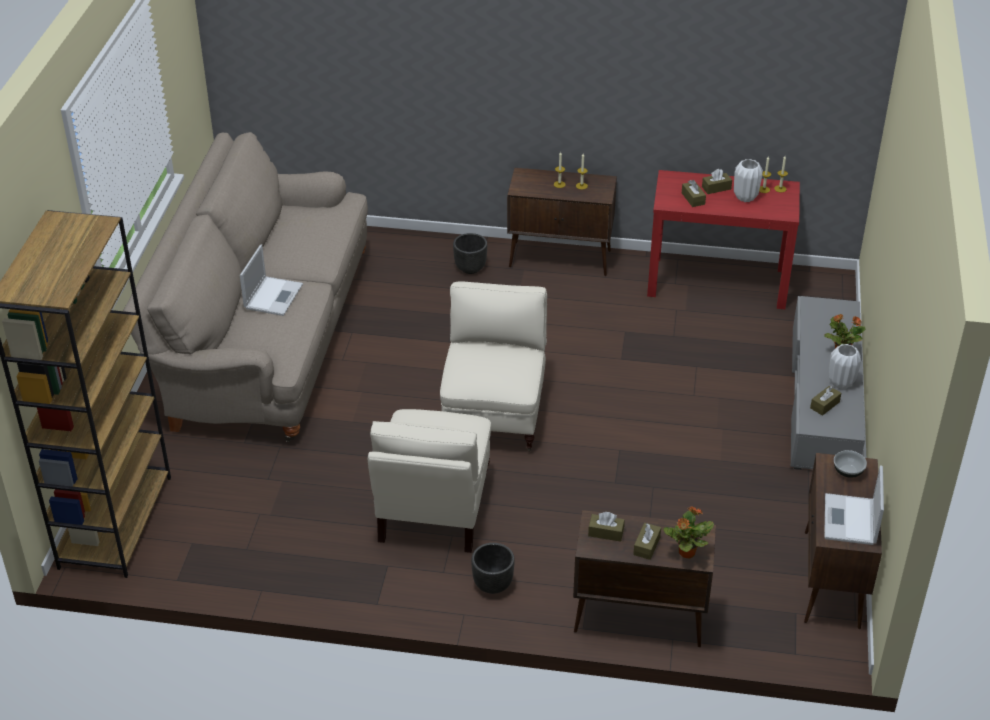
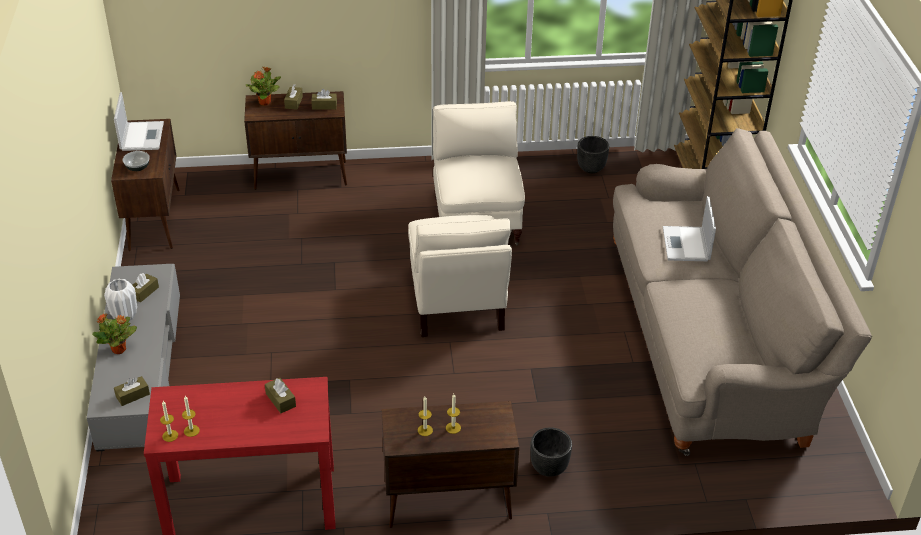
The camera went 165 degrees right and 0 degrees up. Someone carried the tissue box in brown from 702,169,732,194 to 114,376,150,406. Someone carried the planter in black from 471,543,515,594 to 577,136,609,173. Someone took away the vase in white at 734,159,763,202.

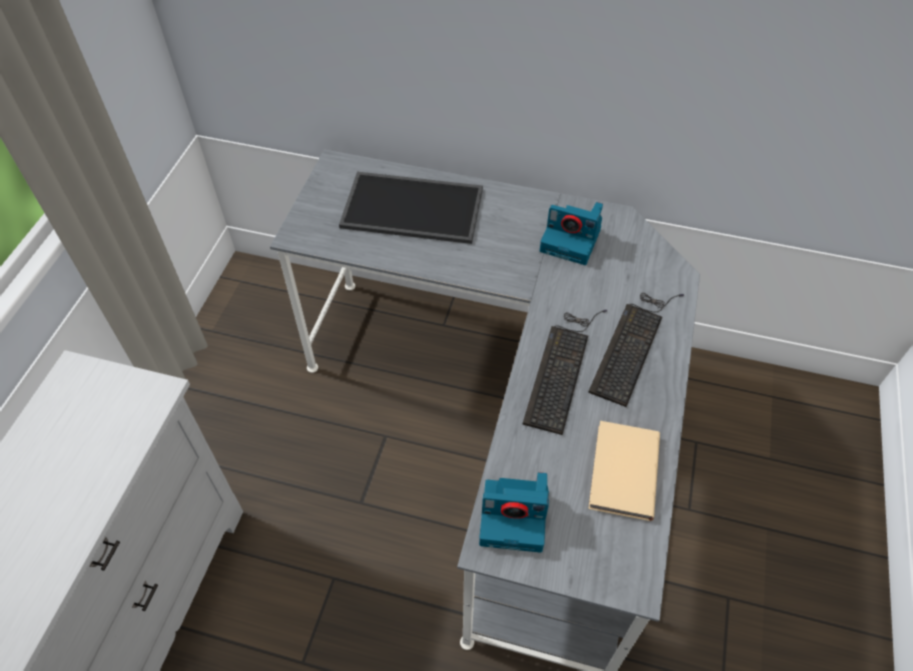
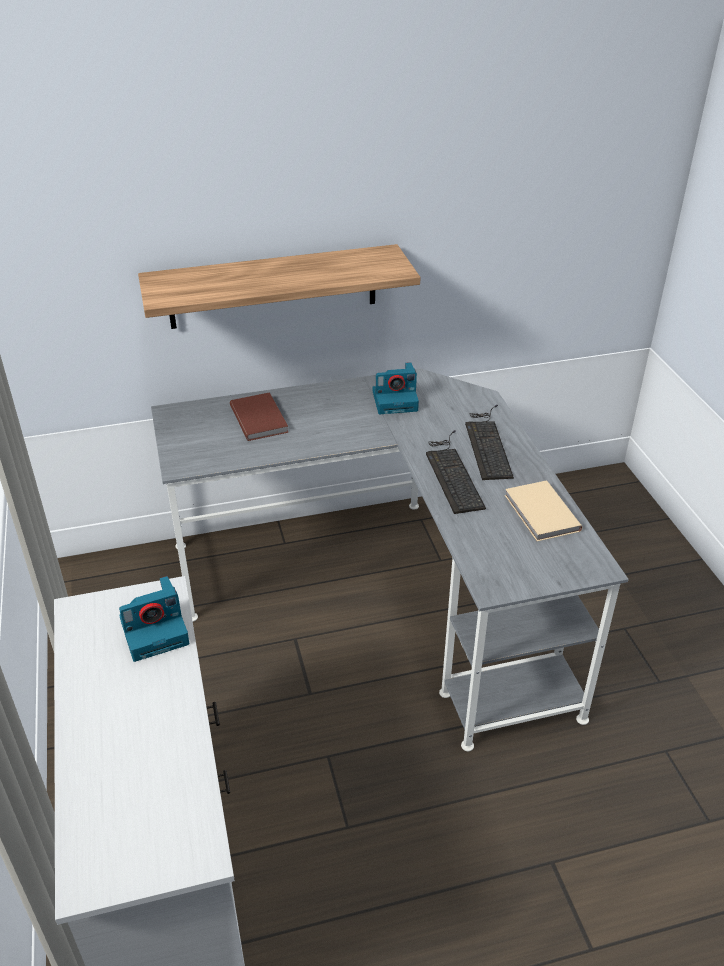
The camera went 30 degrees left and 15 degrees down. Someone carried the photo camera from 479,472,549,553 to 119,576,189,662. Someone put up the shelf at 138,244,421,329. Someone swapped the tray at 339,172,483,244 for the book in brown at 230,392,289,441.

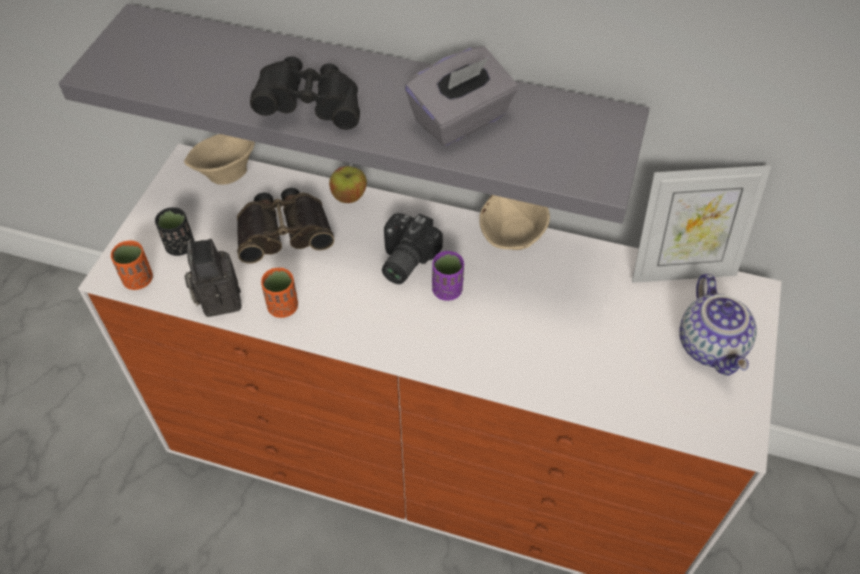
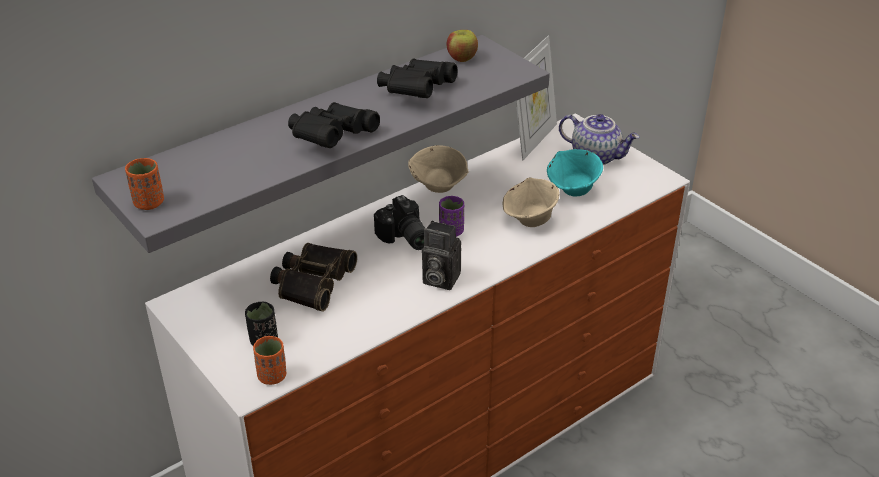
The camera went 55 degrees left and 15 degrees down. Someone carried the cup in orange from 261,268,298,318 to 125,158,164,210. Someone swapped the tissue box in grey at 405,46,518,146 for the binoculars in black at 377,59,457,98. Someone carried the photo camera from 185,239,242,317 to 422,221,461,290. Someone carried the apple from 329,166,367,203 to 446,30,478,62. Someone carried the bowl in beige from 184,134,255,185 to 503,177,560,227. Someone put down the bowl in turquoise at 547,149,603,197.

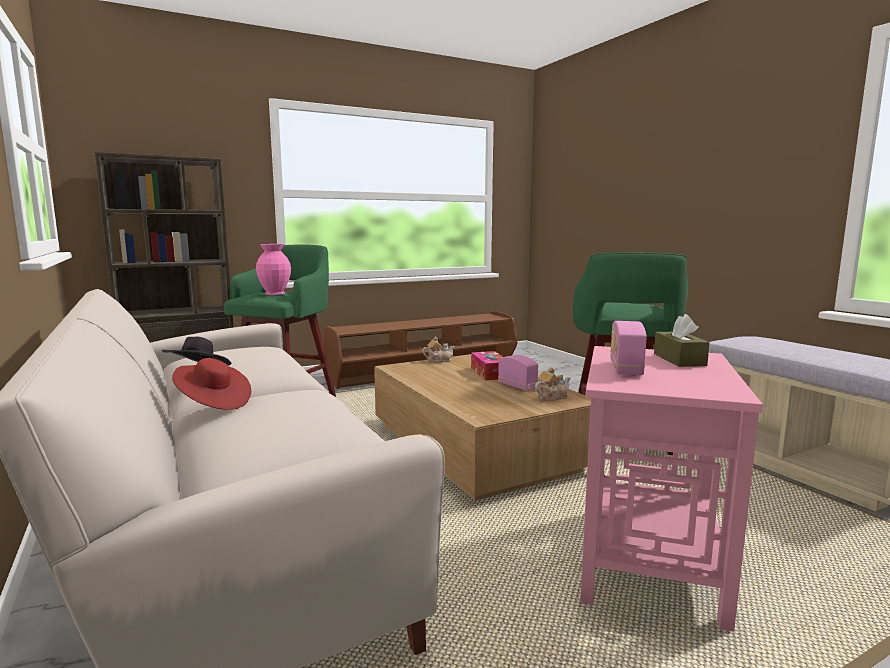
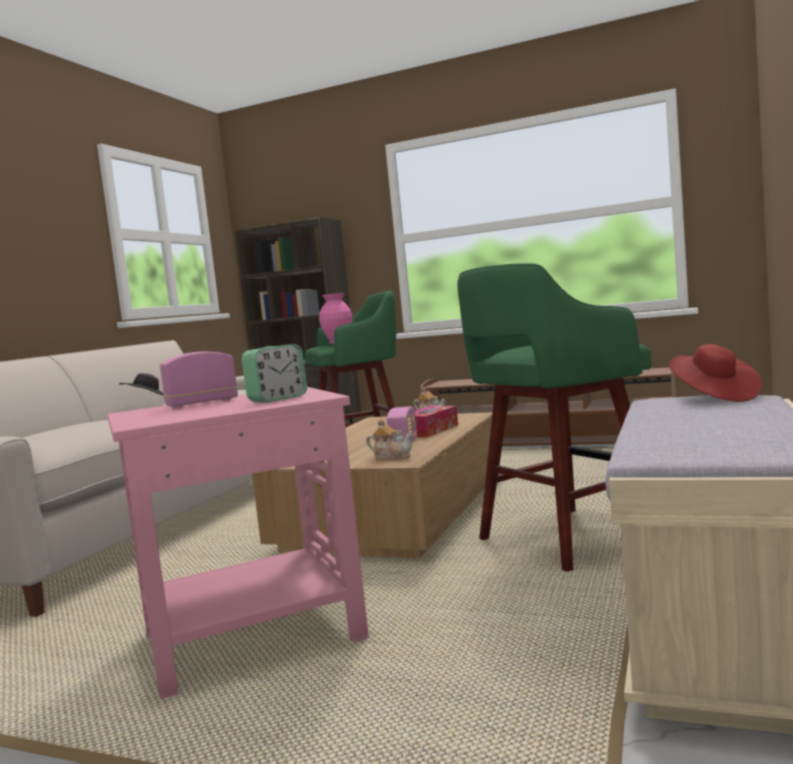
The camera went 50 degrees right and 5 degrees down. Someone swapped the tissue box in brown at 654,314,710,367 for the alarm clock at 241,344,307,403. Someone carried the hat in red from 172,358,251,410 to 669,344,762,402.

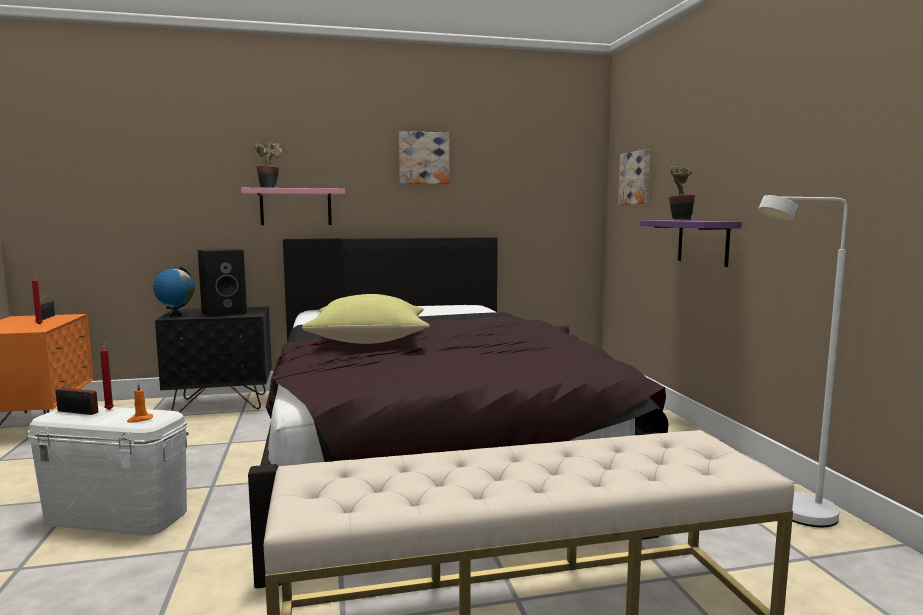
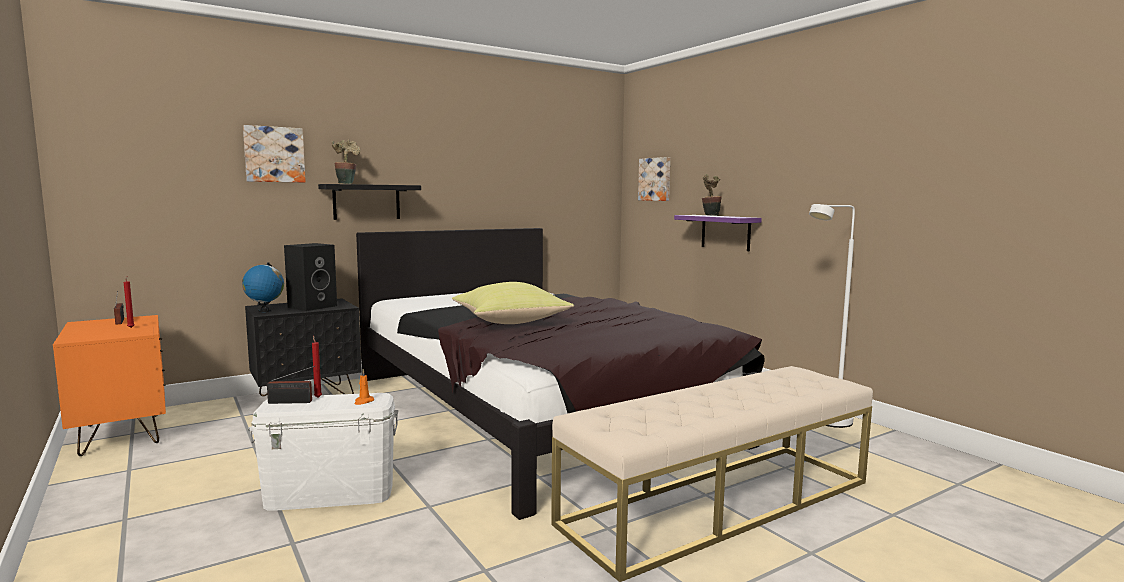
The camera went 20 degrees left and 0 degrees up. Someone carried the picture from 399,131,449,184 to 243,125,306,183. Someone repainted the shelf in pink at 241,188,345,225, which became the shelf in black at 318,184,421,220.

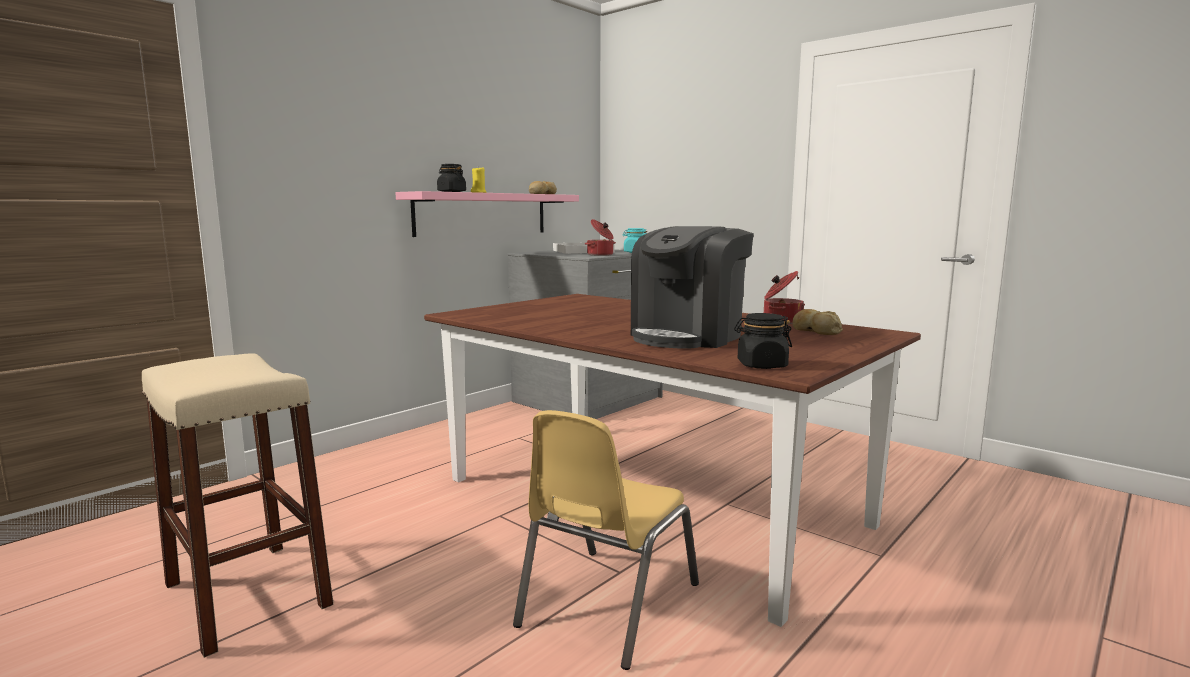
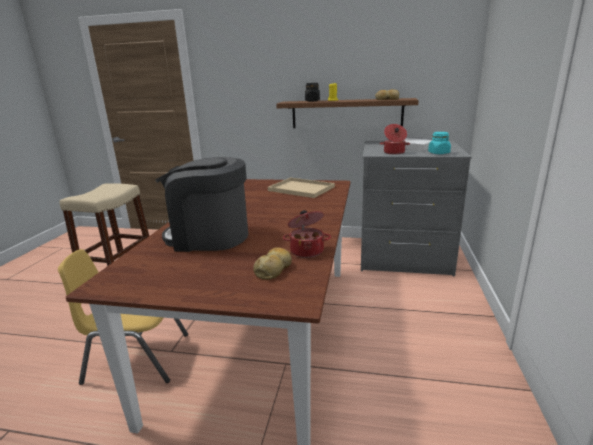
The camera went 60 degrees right and 10 degrees up. Someone put down the tray in beige at 268,178,335,198. Someone repainted the shelf in pink at 395,191,579,237, which became the shelf in brown at 276,98,419,128. Someone took away the jar in black at 734,313,792,369.

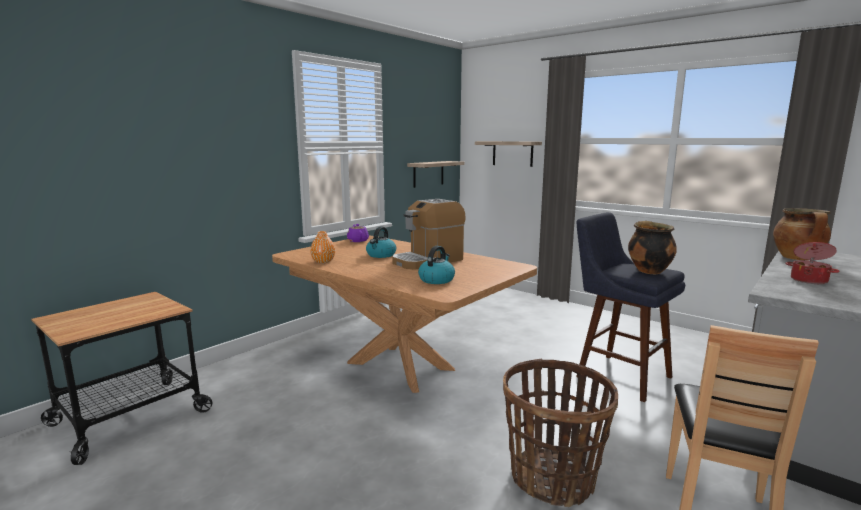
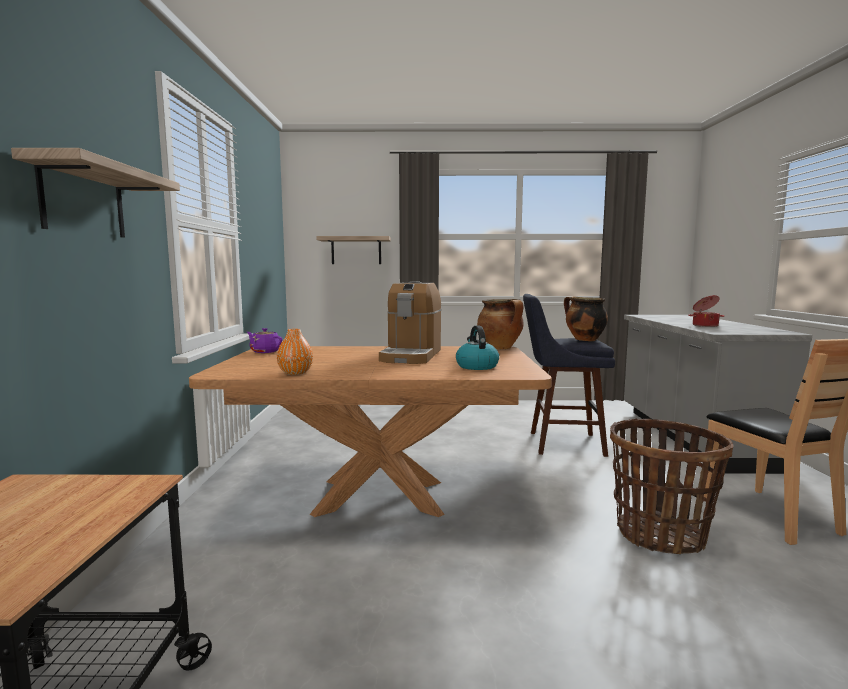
The camera went 40 degrees left and 5 degrees down. Someone carried the shelf from 407,161,464,188 to 11,148,180,238. Someone carried the cooking pot from 773,208,831,260 to 477,299,524,349. Someone took away the kettle at 366,227,396,258.

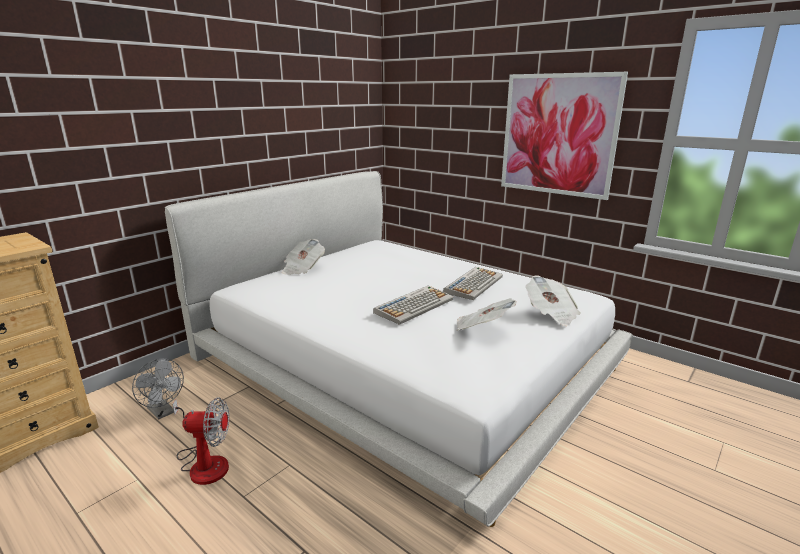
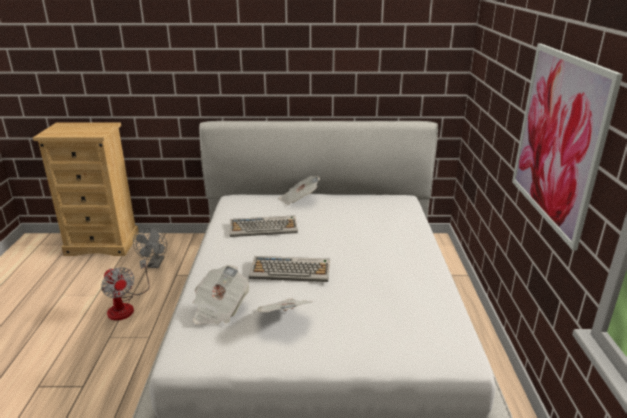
The camera went 50 degrees right and 5 degrees up. Someone carried the newspaper from 525,275,581,326 to 193,265,249,325. Someone carried the keyboard from 443,267,503,300 to 230,215,298,237.

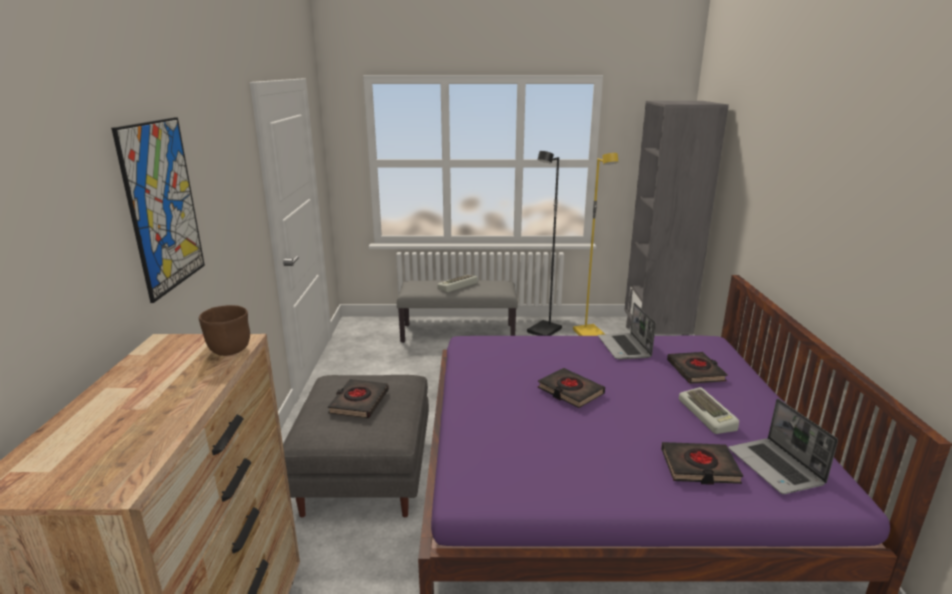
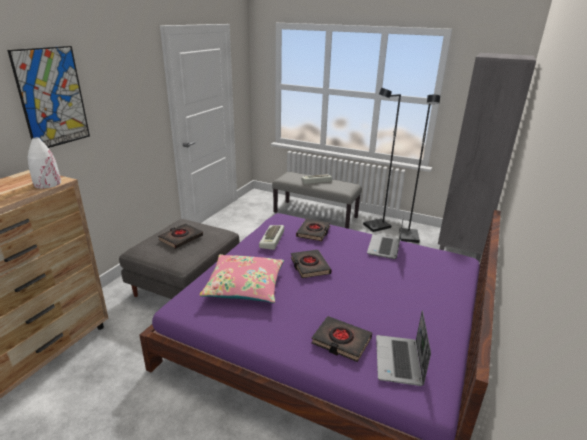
The camera went 25 degrees right and 5 degrees up. Someone swapped the bowl in brown at 199,305,250,356 for the vase in white at 28,137,61,189. Someone put down the pillow in pink at 199,254,284,303. Someone carried the keyboard from 679,387,739,434 to 259,225,284,250. Someone carried the book in black from 667,352,728,384 to 296,218,330,241. Someone repainted the floor lamp in yellow at 573,153,618,336, which became the floor lamp in black at 399,95,440,243.

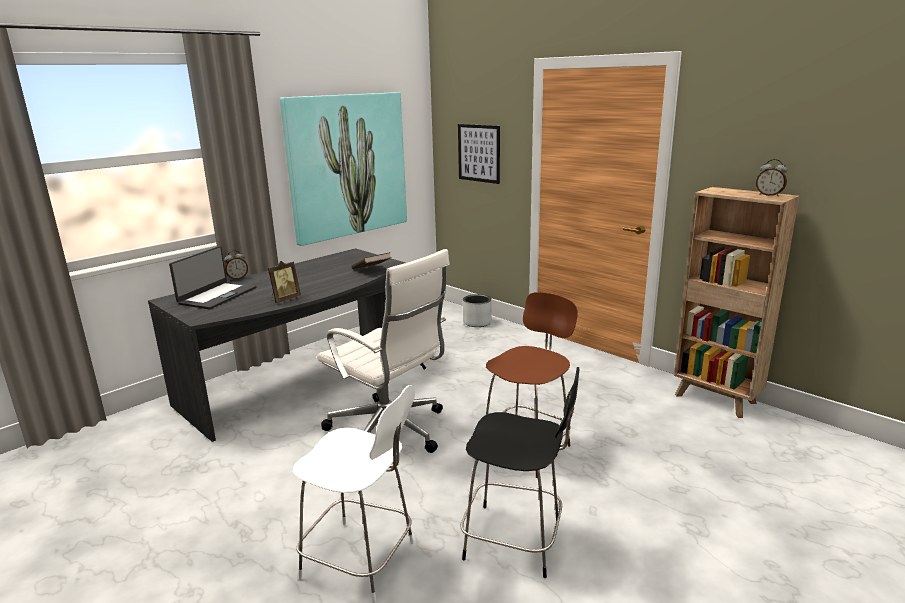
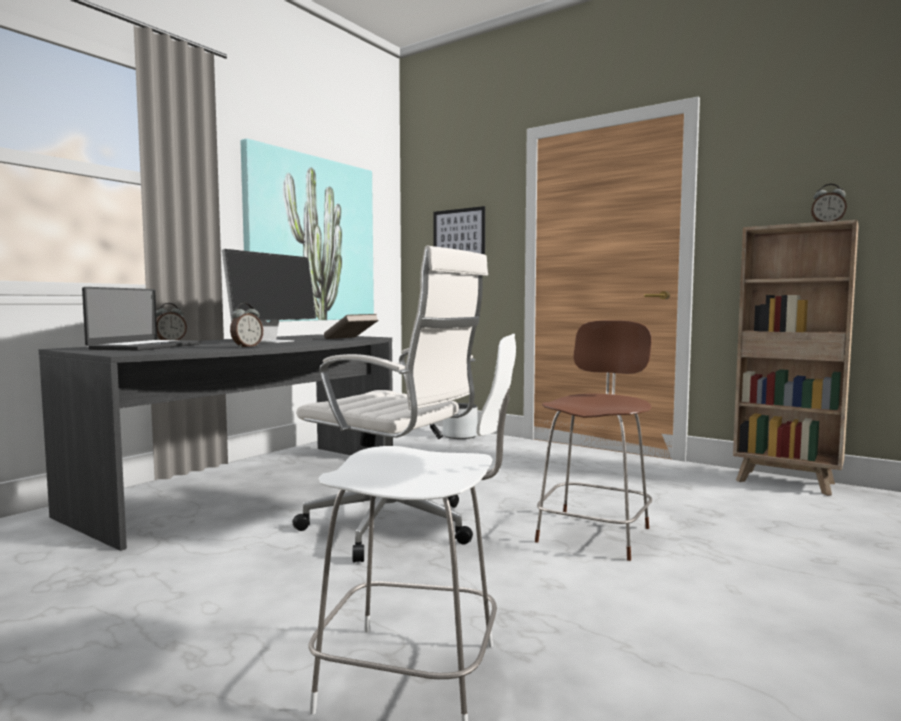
The camera went 10 degrees left and 15 degrees down. Someone put down the monitor at 222,249,316,343. Someone swapped the picture frame at 268,261,301,303 for the alarm clock at 230,303,263,348. Someone took away the chair in black at 461,367,579,578.

